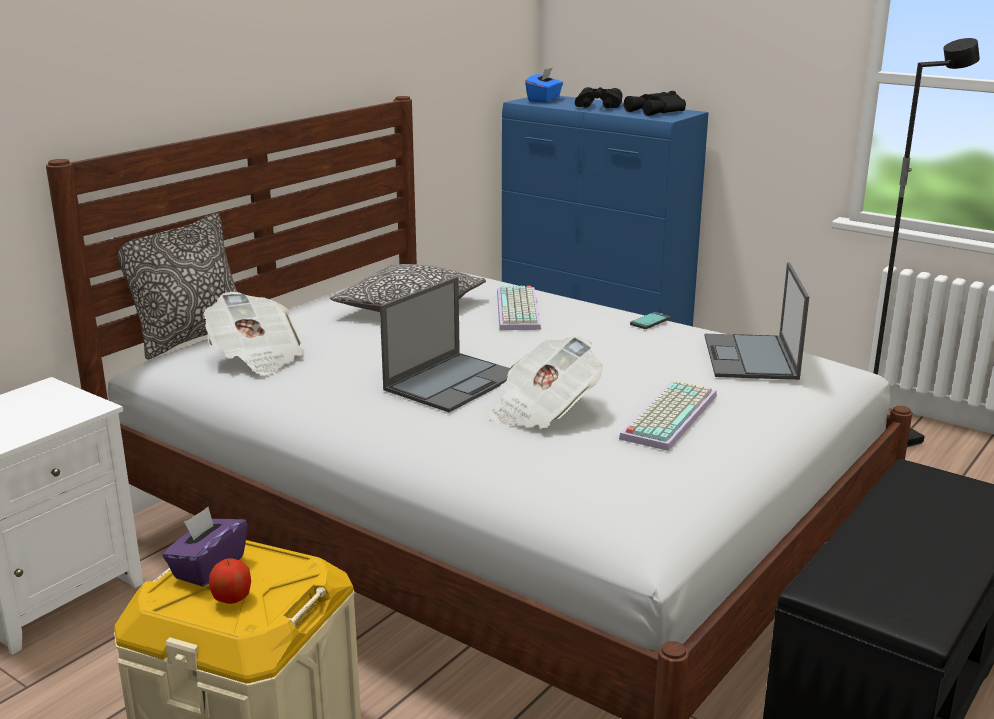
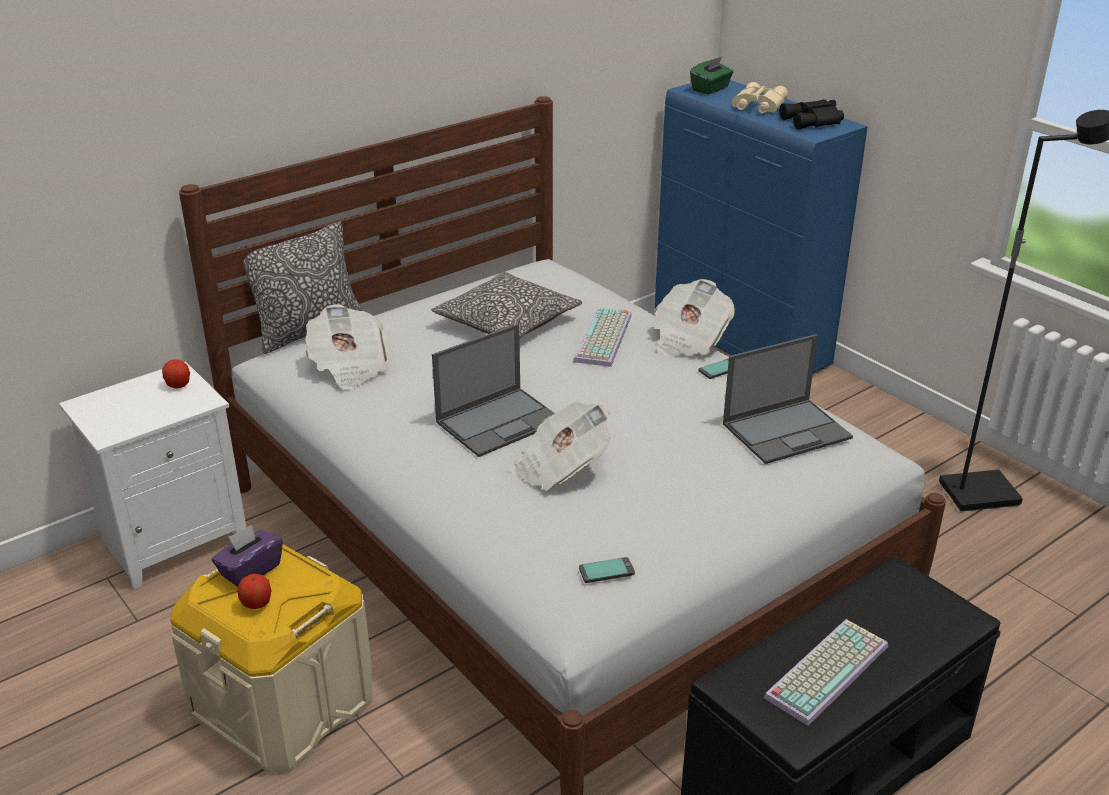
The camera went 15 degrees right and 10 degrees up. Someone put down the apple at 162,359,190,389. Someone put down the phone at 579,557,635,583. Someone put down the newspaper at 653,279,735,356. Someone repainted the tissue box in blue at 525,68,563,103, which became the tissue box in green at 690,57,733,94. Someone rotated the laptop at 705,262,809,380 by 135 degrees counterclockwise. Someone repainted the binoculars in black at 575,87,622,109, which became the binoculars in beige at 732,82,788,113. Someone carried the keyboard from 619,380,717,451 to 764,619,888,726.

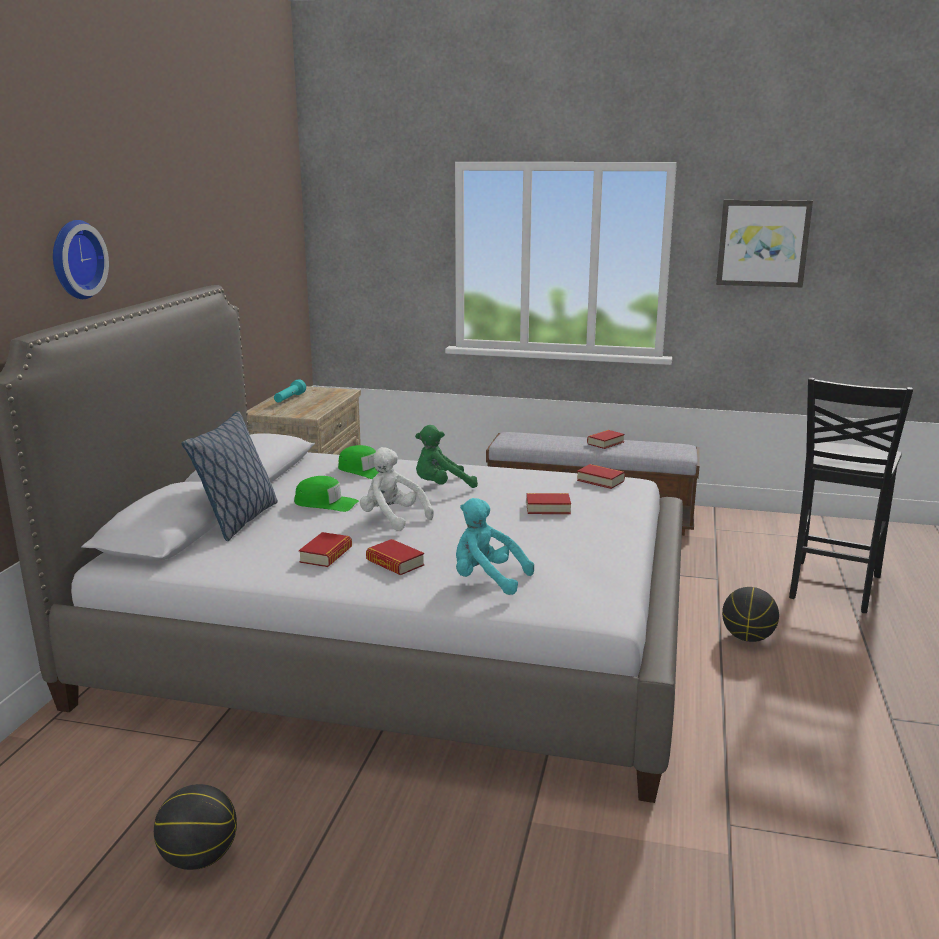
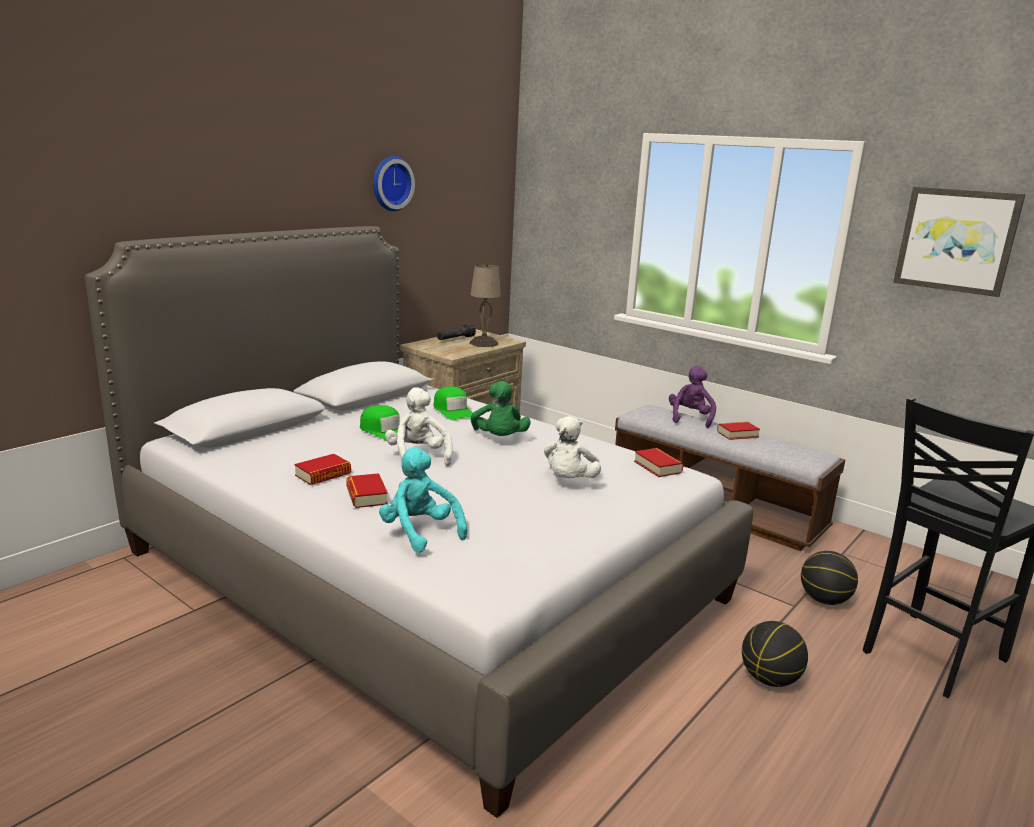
The camera went 25 degrees right and 0 degrees up. Someone carried the wall clock from 53,220,109,299 to 373,156,415,211. Someone repainted the flashlight in turquoise at 274,379,306,403, which became the flashlight in black at 437,323,476,340. Someone put down the table lamp in beige at 470,263,501,347. Someone rotated the plush toy in green at 415,425,478,488 by 105 degrees counterclockwise. Someone swapped the book at 526,493,571,514 for the plush toy in white at 544,416,601,478. Someone put down the plush toy in purple at 669,366,716,428. Someone carried the basketball from 154,784,237,870 to 801,551,858,605. Someone took away the pillow at 181,411,278,541.

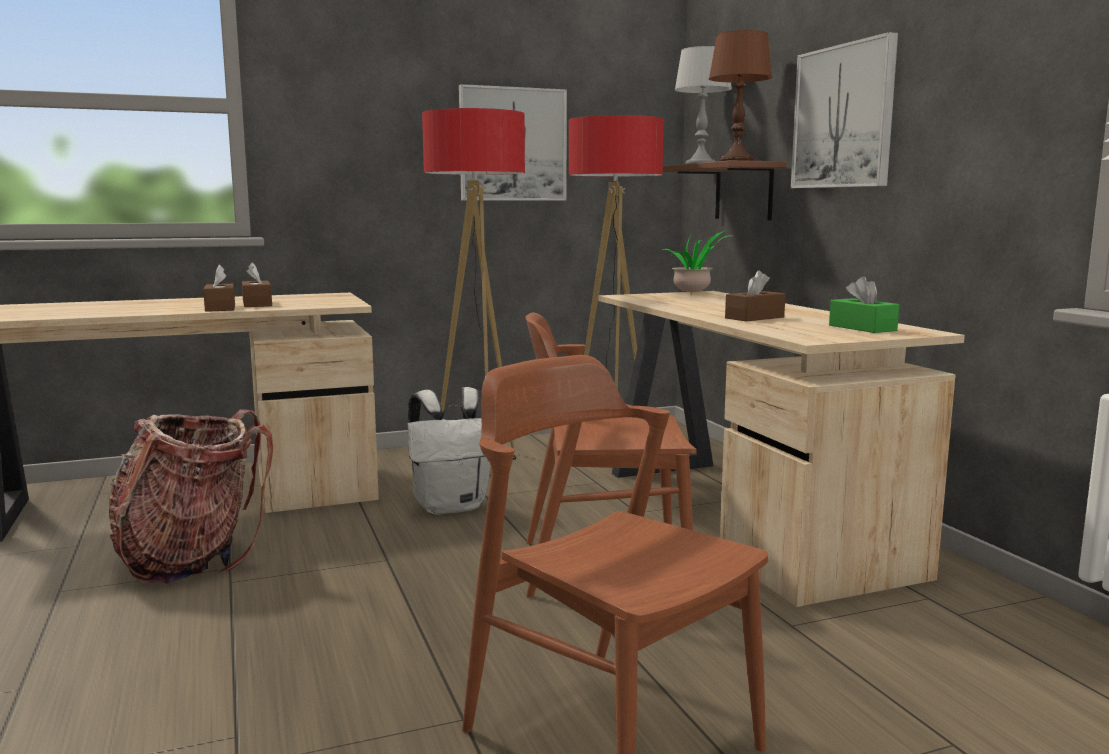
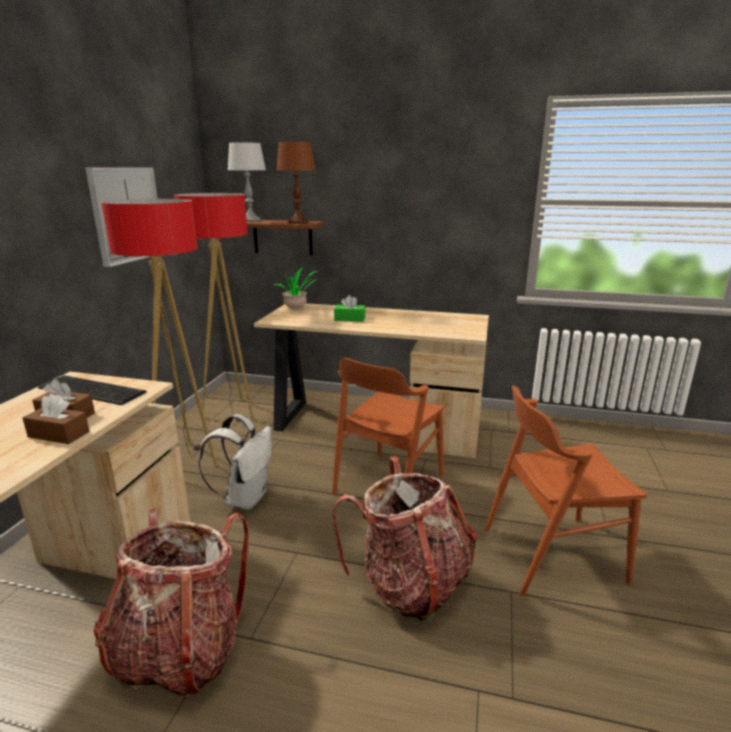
The camera went 55 degrees left and 10 degrees up. Someone put down the keyboard at 38,375,147,405. Someone put down the backpack at 332,456,477,621. Someone carried the tissue box in green from 829,276,899,333 to 334,295,365,322. Someone took away the tissue box in brown at 725,270,786,321. Someone took away the picture at 791,32,898,188.

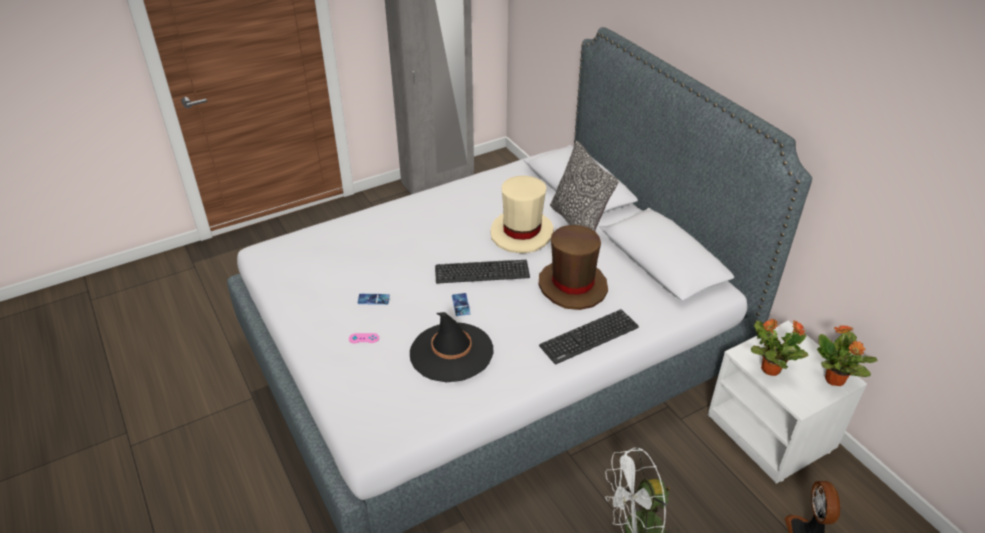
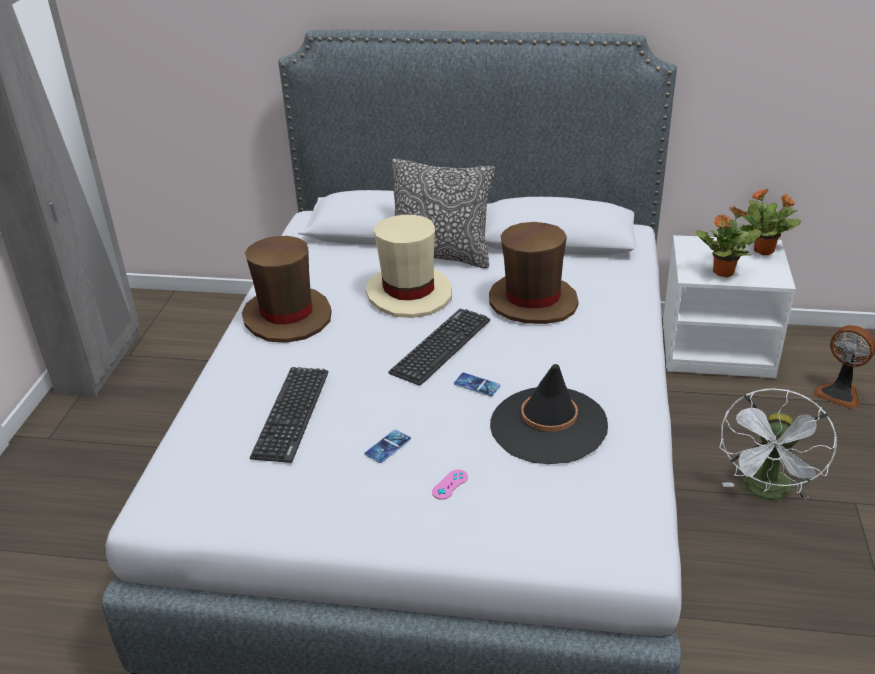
The camera went 50 degrees left and 5 degrees down. Someone put down the hat in brown at 242,236,332,343. Someone carried the keyboard from 539,309,639,364 to 250,367,328,463.

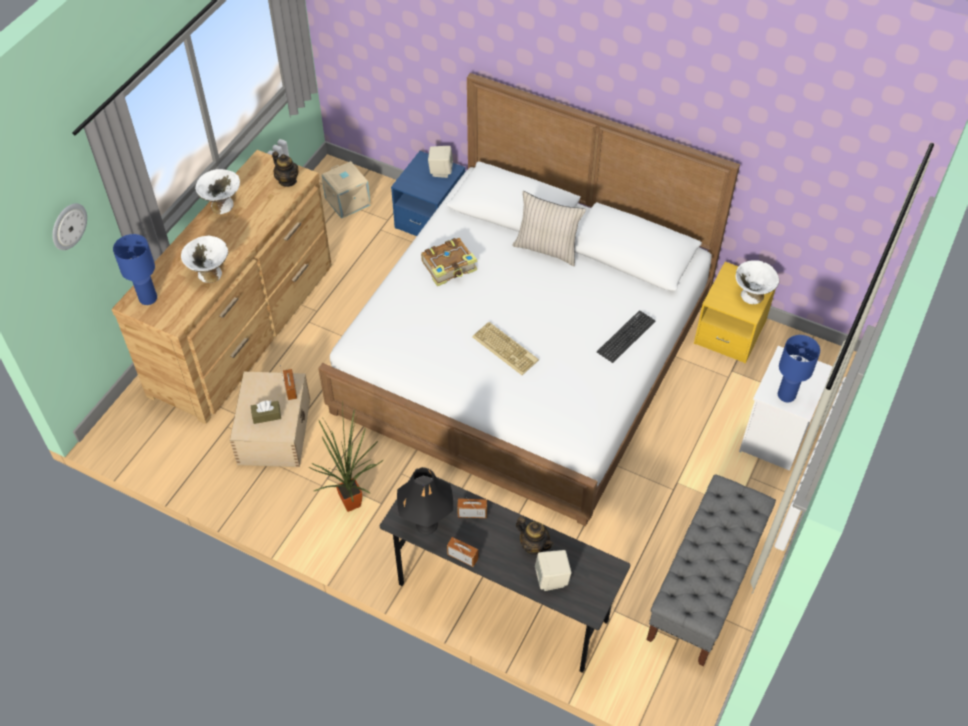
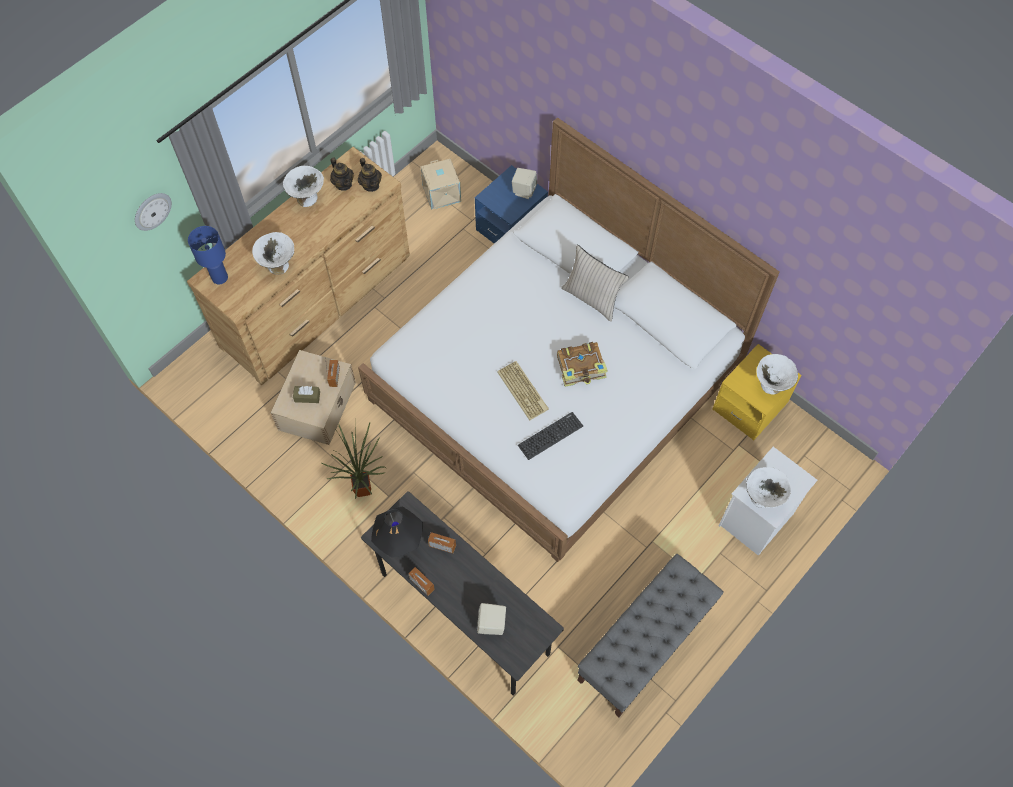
The camera went 15 degrees right and 10 degrees up. Someone carried the teapot from 516,516,554,555 to 330,157,354,191. Someone carried the keyboard from 597,310,655,363 to 518,412,583,460. Someone carried the book from 421,238,477,286 to 557,342,608,387. Someone swapped the table lamp in blue at 778,335,820,403 for the bowl in white at 746,467,791,508.

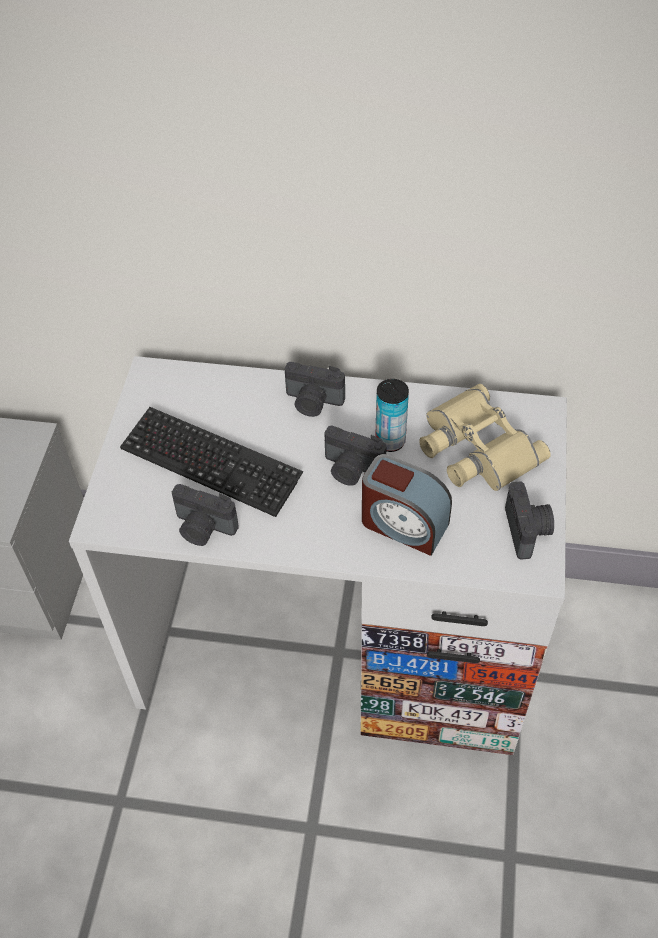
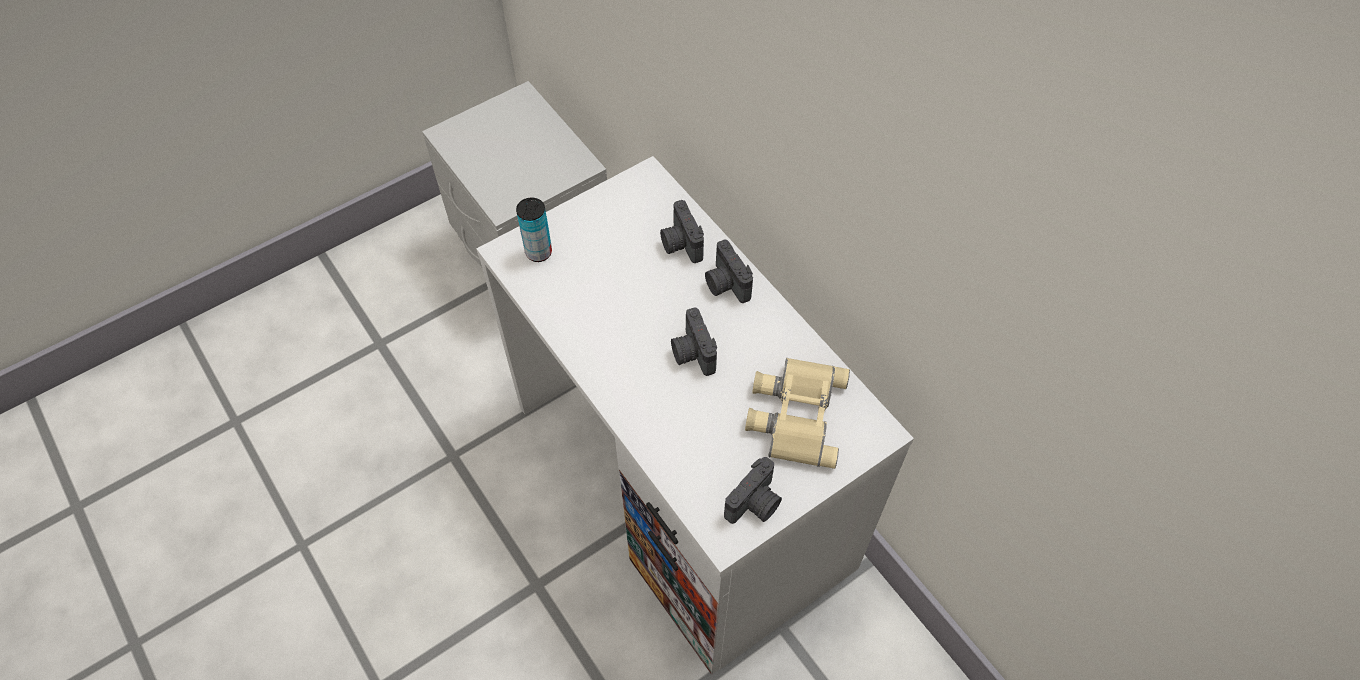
The camera went 45 degrees right and 5 degrees up. Someone carried the can from 375,379,409,452 to 516,197,552,262. Someone carried the photo camera from 172,484,239,546 to 660,200,704,263. Someone took away the keyboard at 120,407,303,517. Someone took away the alarm clock at 362,454,452,556.

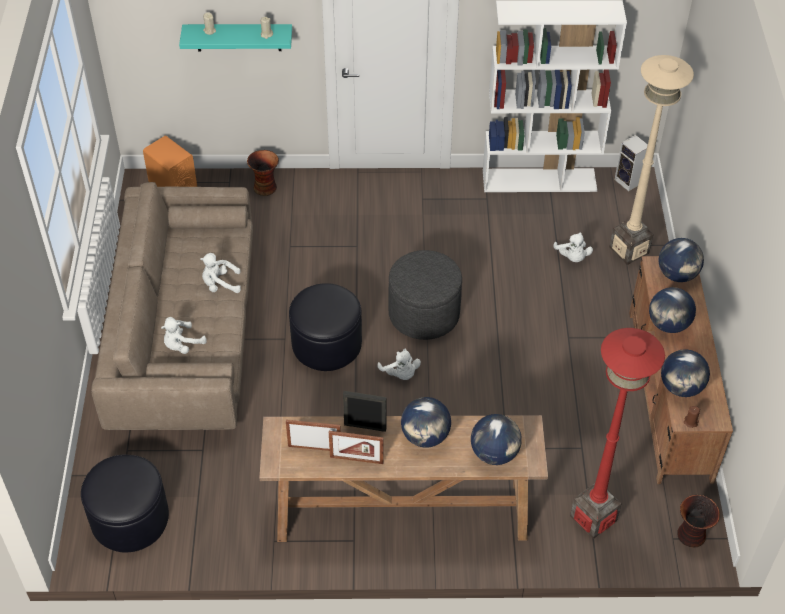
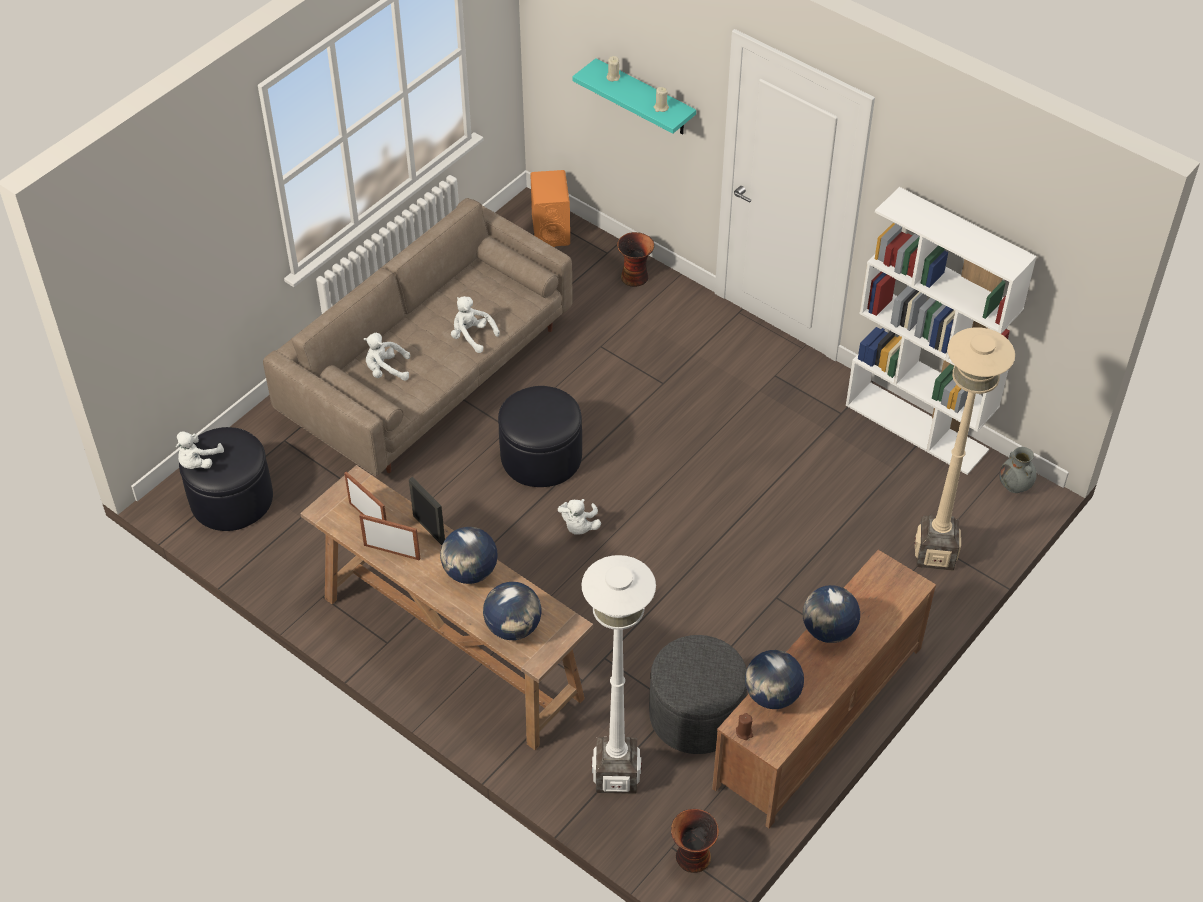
The camera went 40 degrees right and 0 degrees up. Someone carried the plush toy in white from 553,232,593,262 to 176,431,224,469. Someone rotated the picture frame at 329,431,384,464 by 150 degrees clockwise. Someone repainted the floor lamp in red at 570,328,665,539, which became the floor lamp in white at 581,555,656,794. Someone carried the ottoman in grey from 388,250,462,340 to 649,635,747,754. Someone swapped the speaker at 615,135,648,191 for the vase in grey at 999,447,1037,493. Someone took away the globe at 659,238,704,282.

